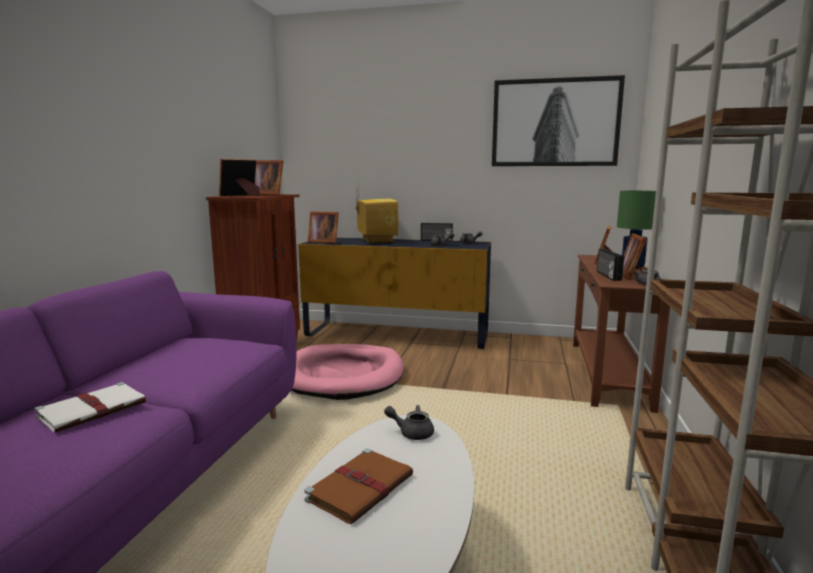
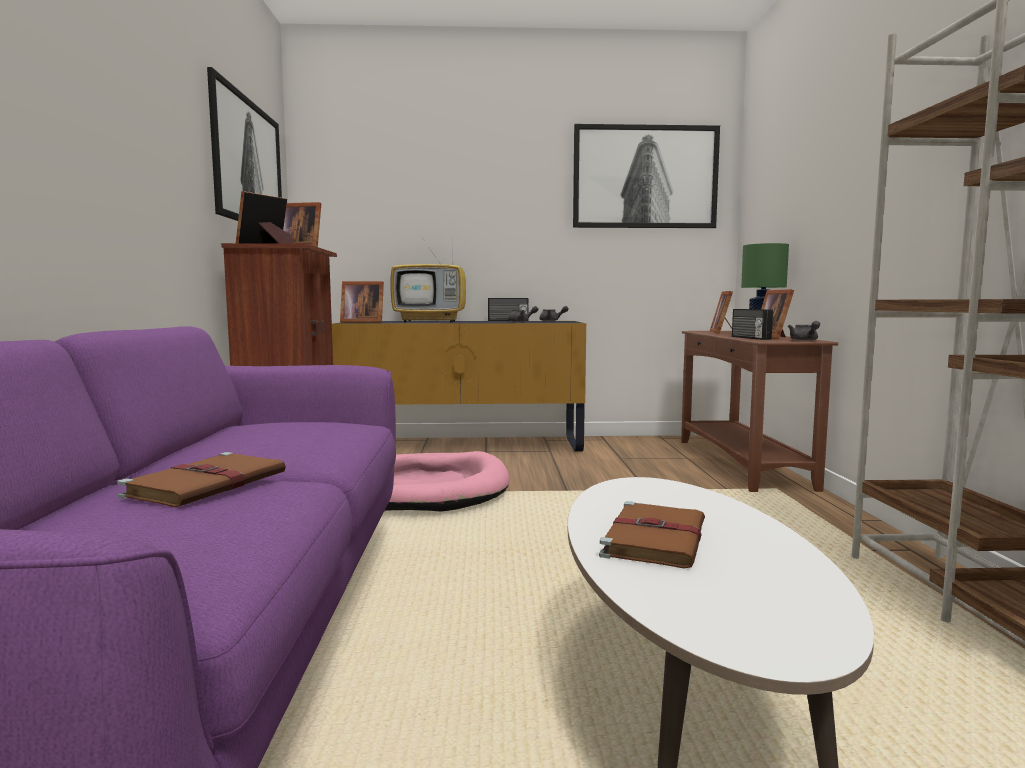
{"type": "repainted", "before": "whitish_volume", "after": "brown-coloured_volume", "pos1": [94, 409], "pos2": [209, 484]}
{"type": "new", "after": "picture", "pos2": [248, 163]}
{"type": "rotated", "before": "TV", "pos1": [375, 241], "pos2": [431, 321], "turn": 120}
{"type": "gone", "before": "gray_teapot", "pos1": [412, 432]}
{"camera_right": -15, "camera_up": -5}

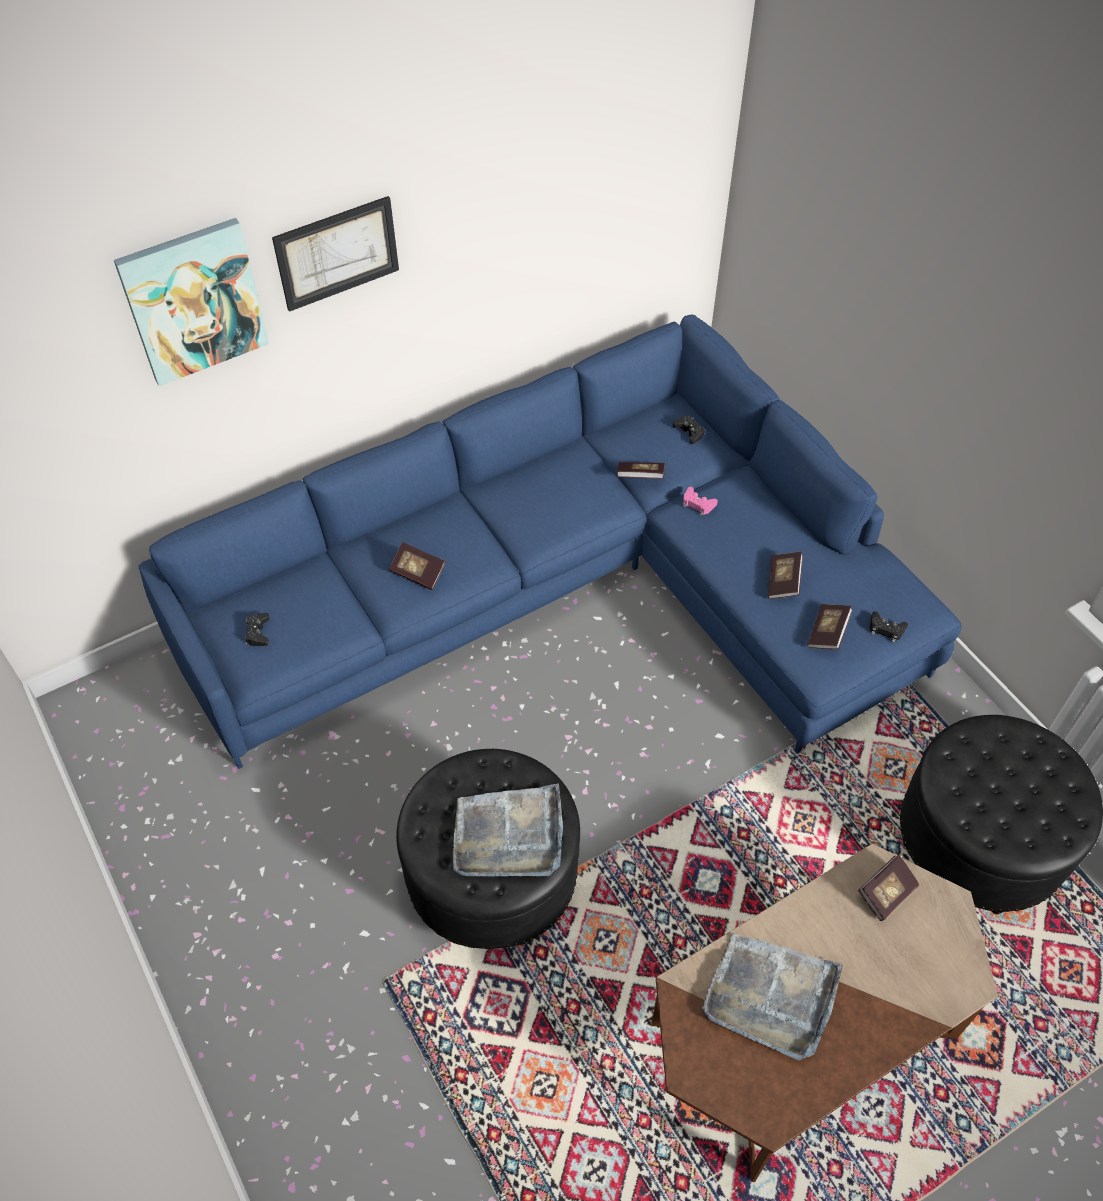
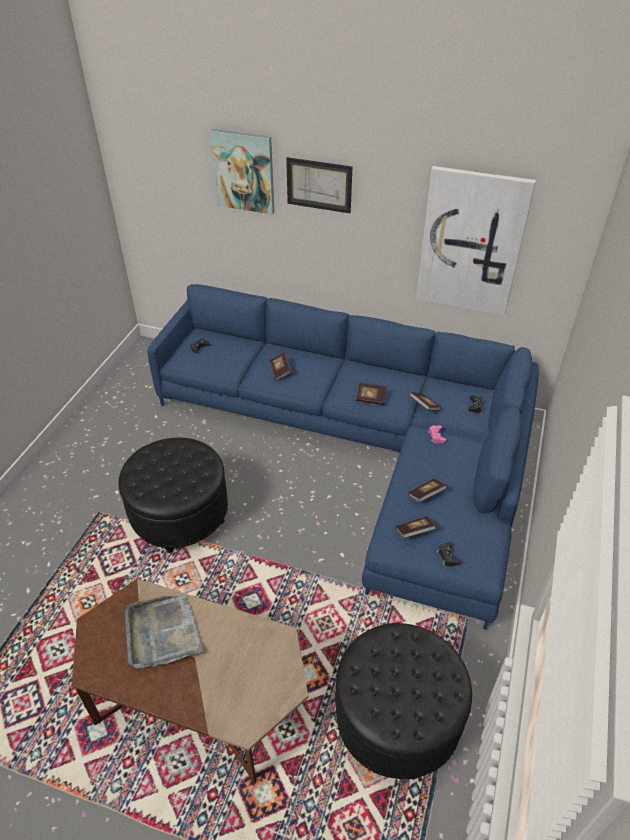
{"type": "shifted", "before": "volume", "pos1": [886, 893], "pos2": [370, 398]}
{"type": "new", "after": "picture", "pos2": [471, 242]}
{"type": "gone", "before": "gray_carrying_tray", "pos1": [509, 835]}
{"camera_right": 50, "camera_up": -10}

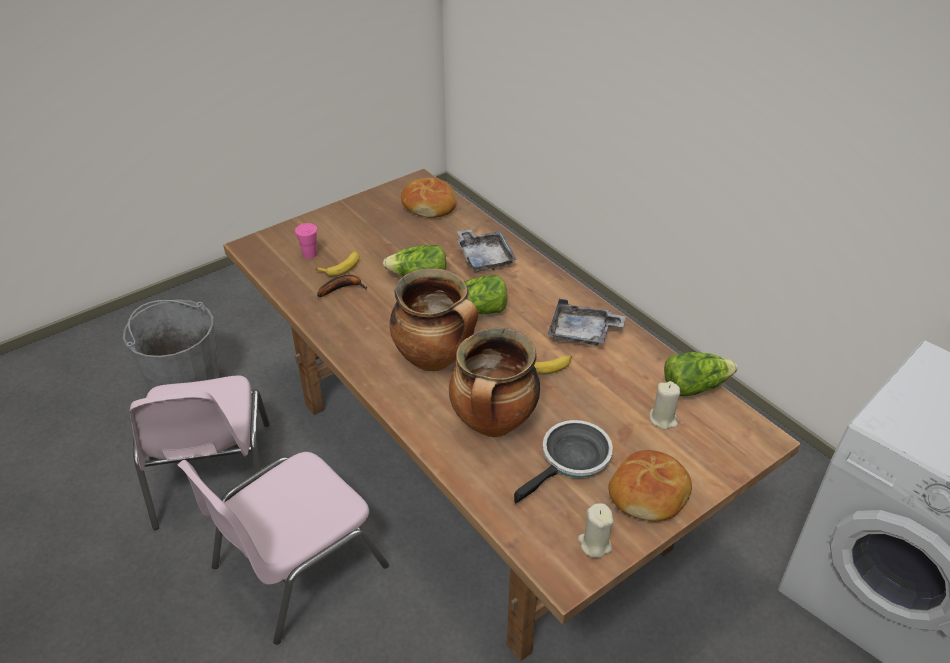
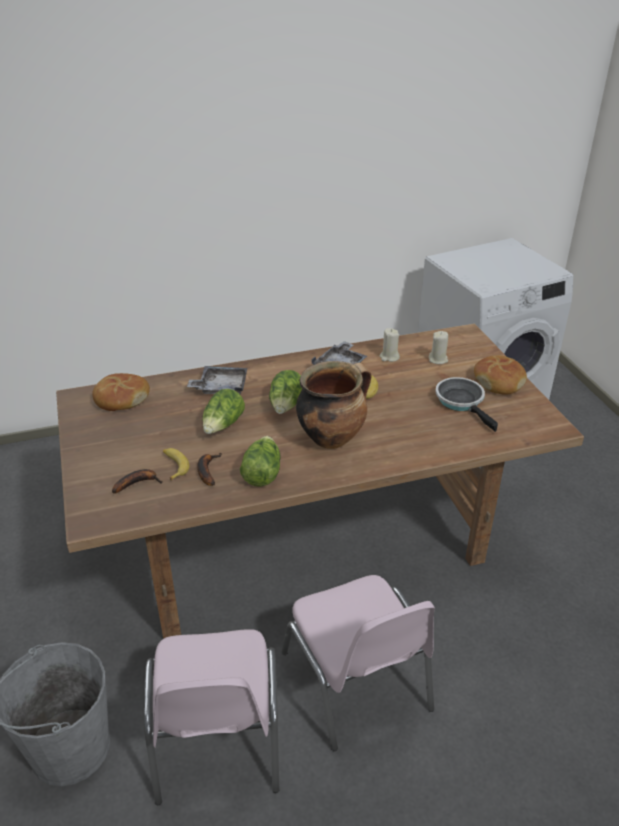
{"type": "swapped", "before": "pink_drinking_cup", "after": "whole_banana", "pos1": [309, 254], "pos2": [138, 483]}
{"type": "rotated", "before": "pink_chair", "pos1": [211, 476], "pos2": [216, 738], "turn": 75}
{"type": "shifted", "before": "lettuce", "pos1": [694, 386], "pos2": [261, 472]}
{"type": "shifted", "before": "beige-coloured_wax_candle", "pos1": [594, 544], "pos2": [389, 357]}
{"type": "gone", "before": "stockpot", "pos1": [494, 424]}
{"camera_right": -70, "camera_up": -5}

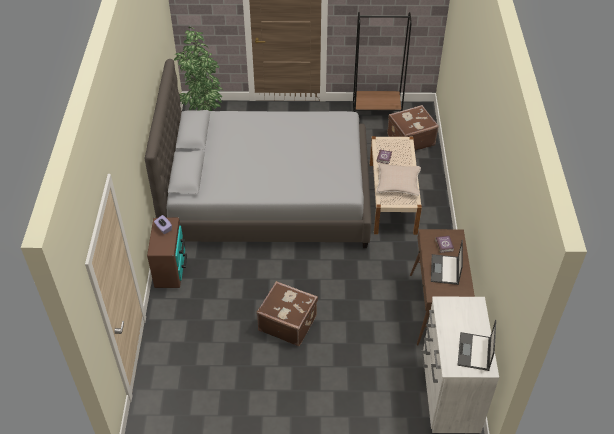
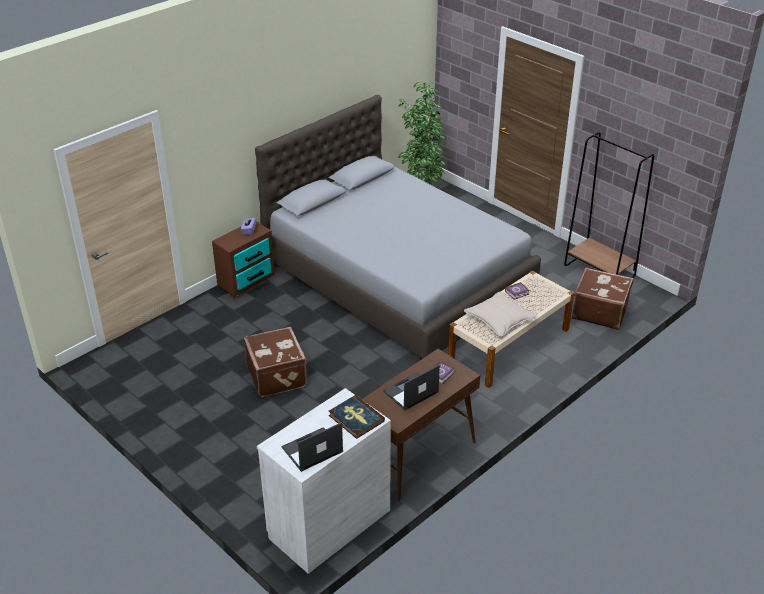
{"type": "new", "after": "volume", "pos2": [356, 418]}
{"camera_right": 45, "camera_up": -10}

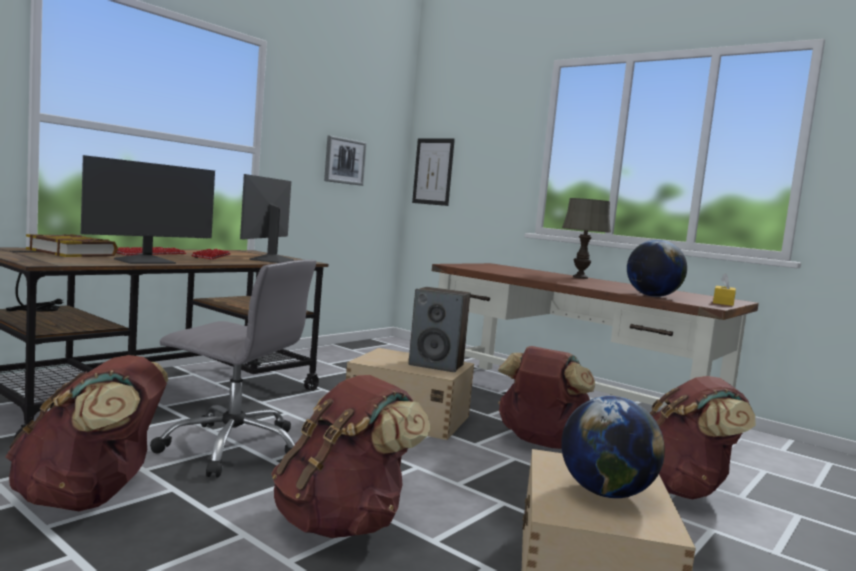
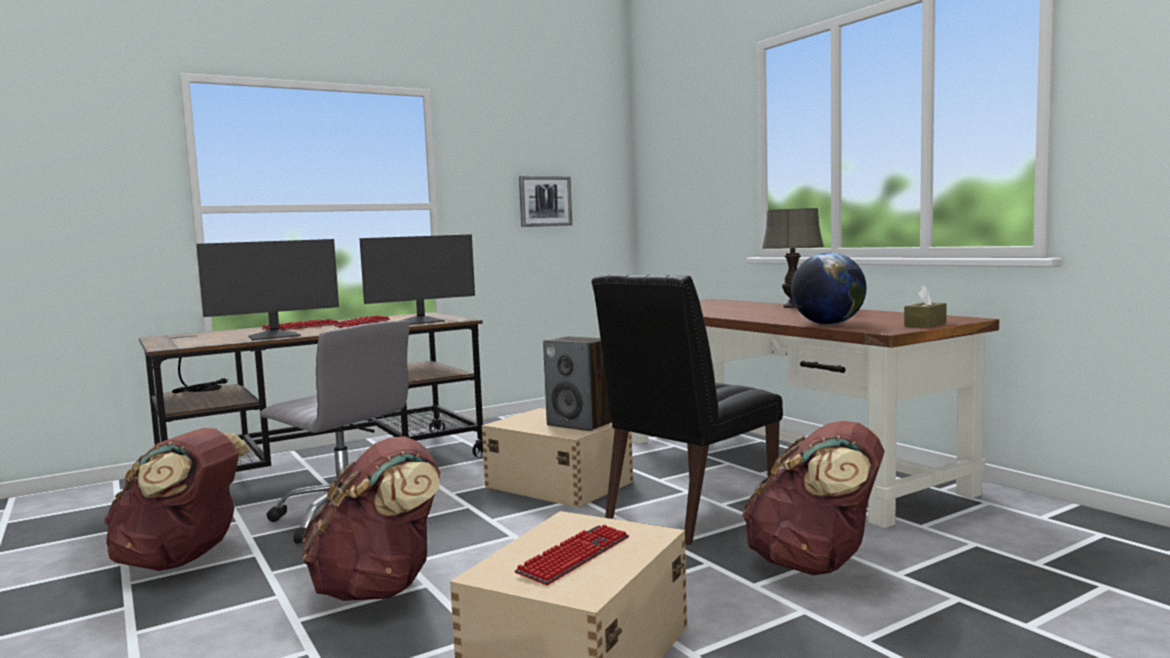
{"type": "rotated", "before": "computer_display", "pos1": [270, 260], "pos2": [420, 322], "turn": -150}
{"type": "swapped", "before": "globe", "after": "PC_keyboard", "pos1": [605, 493], "pos2": [575, 556]}
{"type": "swapped", "before": "brown-coloured_rucksack", "after": "black-coloured_chair", "pos1": [543, 444], "pos2": [691, 511]}
{"type": "repainted", "before": "yellow-coloured_tissue_box", "after": "brown-coloured_tissue_box", "pos1": [723, 303], "pos2": [925, 324]}
{"type": "gone", "before": "volume", "pos1": [72, 252]}
{"type": "gone", "before": "picture", "pos1": [433, 171]}
{"camera_right": 20, "camera_up": 0}

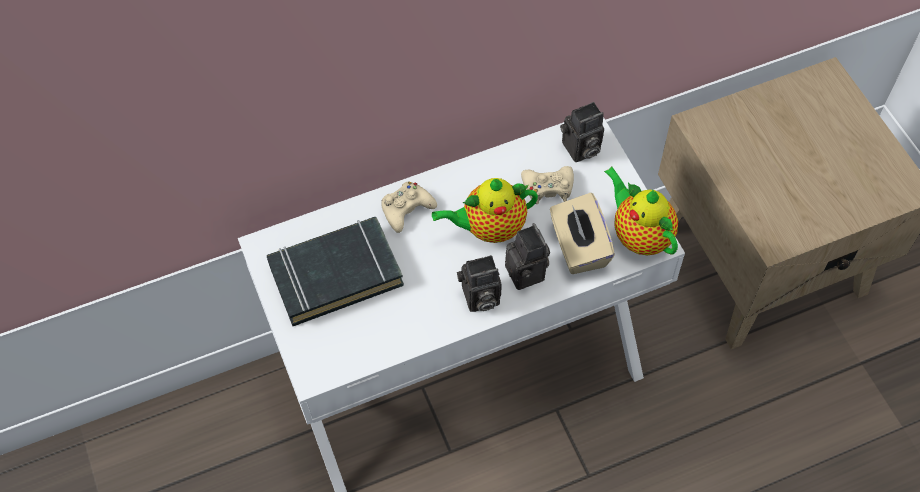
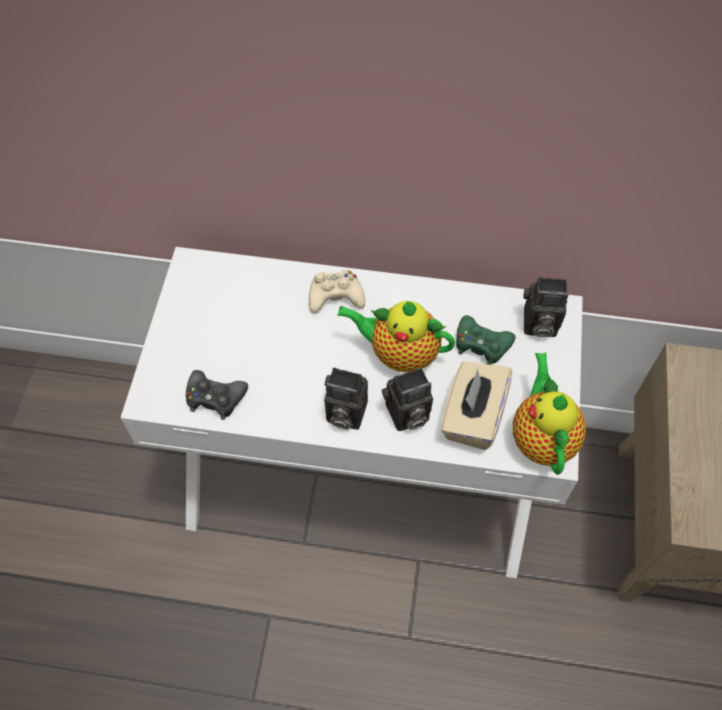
{"type": "new", "after": "black-coloured_gamepad", "pos2": [215, 398]}
{"type": "rotated", "before": "still_camera", "pos1": [528, 274], "pos2": [406, 415], "turn": 60}
{"type": "repainted", "before": "beige-coloured_gamepad", "after": "green-coloured_gamepad", "pos1": [548, 188], "pos2": [481, 344]}
{"type": "gone", "before": "black-coloured_volume", "pos1": [335, 275]}
{"camera_right": 30, "camera_up": 0}

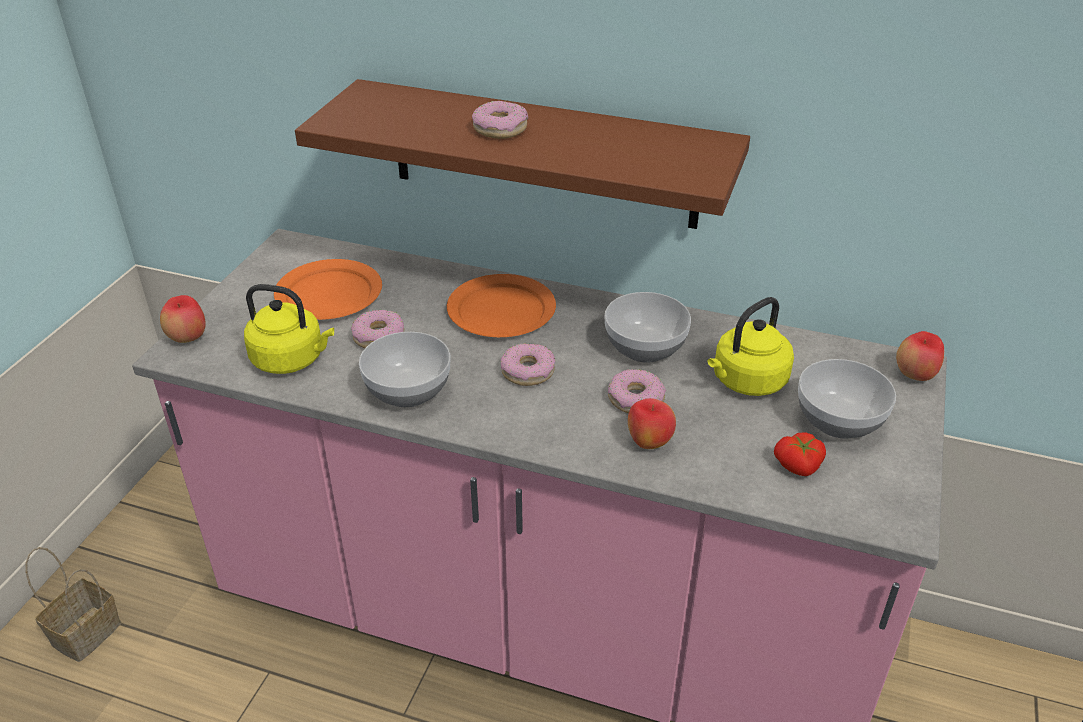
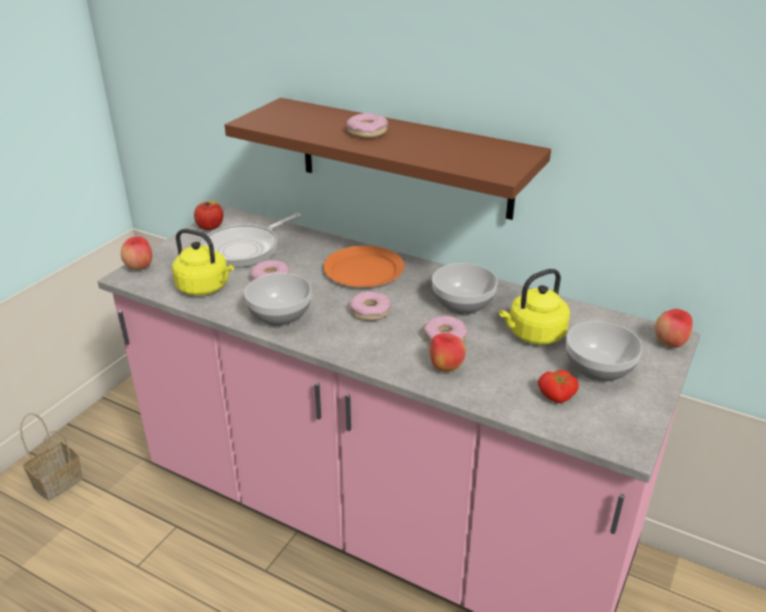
{"type": "new", "after": "apple_fruit", "pos2": [210, 226]}
{"type": "swapped", "before": "orange-coloured_plate", "after": "skillet", "pos1": [330, 294], "pos2": [245, 249]}
{"camera_right": 10, "camera_up": -5}

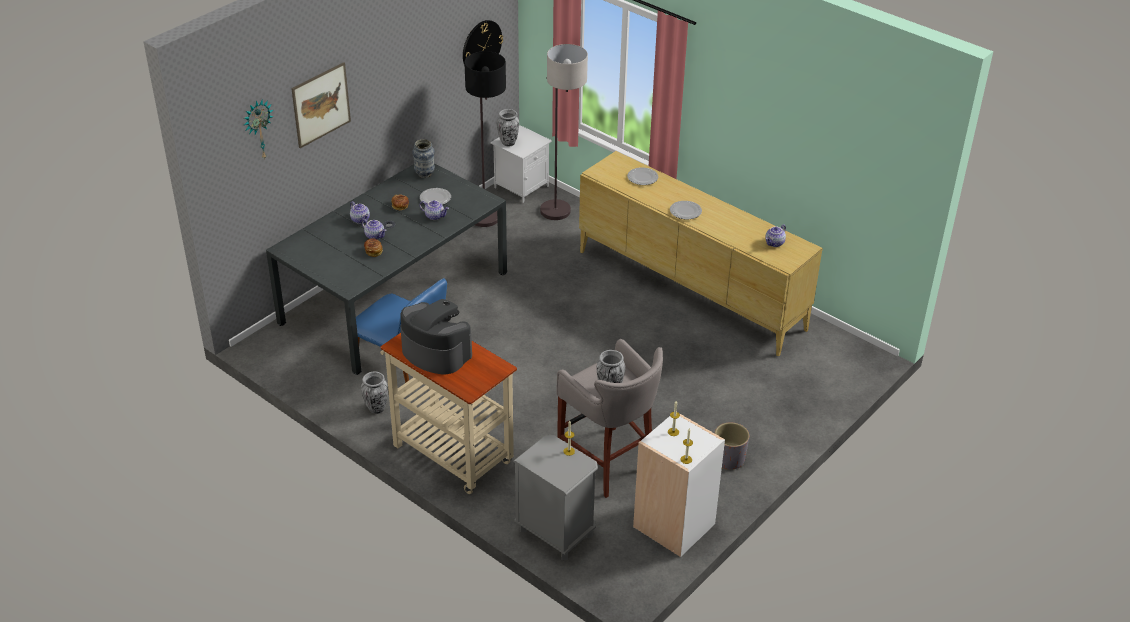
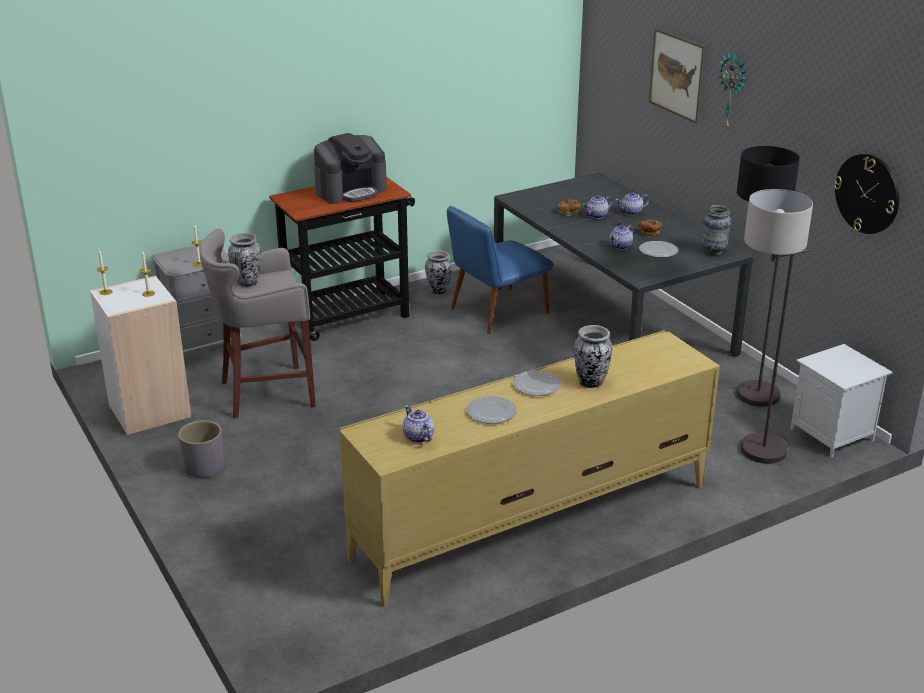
{"type": "repainted", "before": "beige-coloured_wheeled_cart", "after": "black-coloured_wheeled_cart", "pos1": [451, 454], "pos2": [349, 316]}
{"type": "shifted", "before": "plate", "pos1": [642, 178], "pos2": [490, 412]}
{"type": "shifted", "before": "decorative_vase", "pos1": [508, 143], "pos2": [591, 383]}
{"type": "shifted", "before": "clock_on_the_wall", "pos1": [258, 129], "pos2": [732, 90]}
{"camera_right": 110, "camera_up": -10}

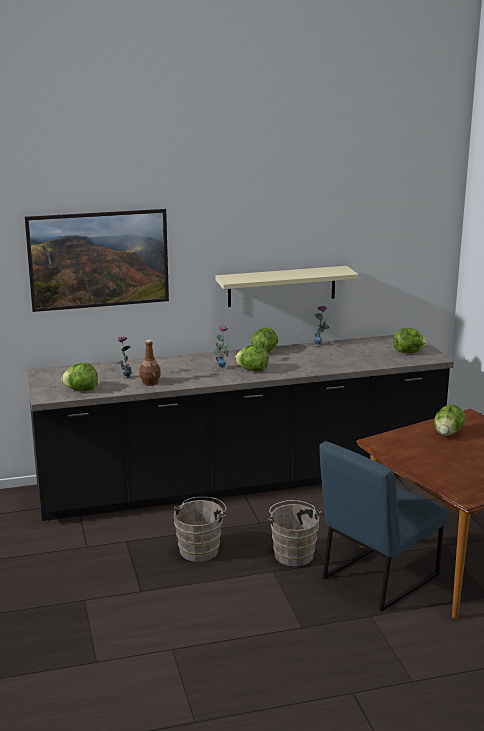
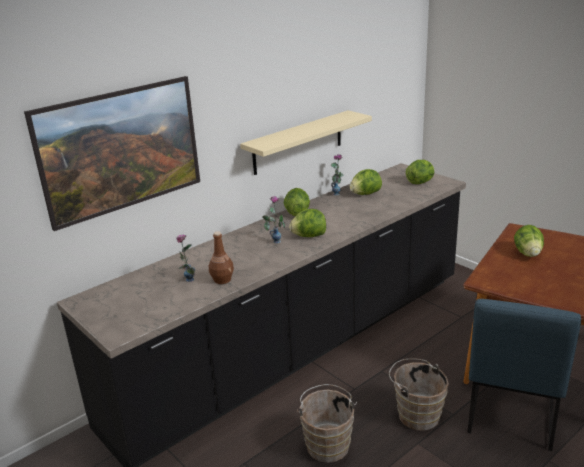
{"type": "shifted", "before": "lettuce", "pos1": [81, 390], "pos2": [365, 194]}
{"camera_right": -25, "camera_up": 5}

